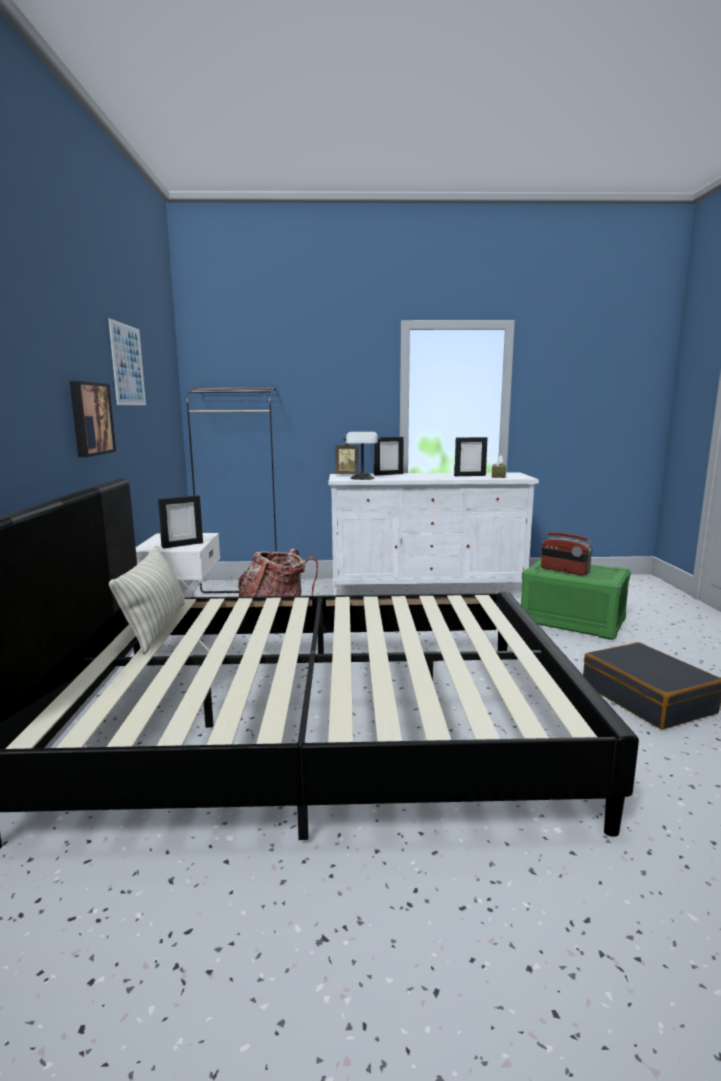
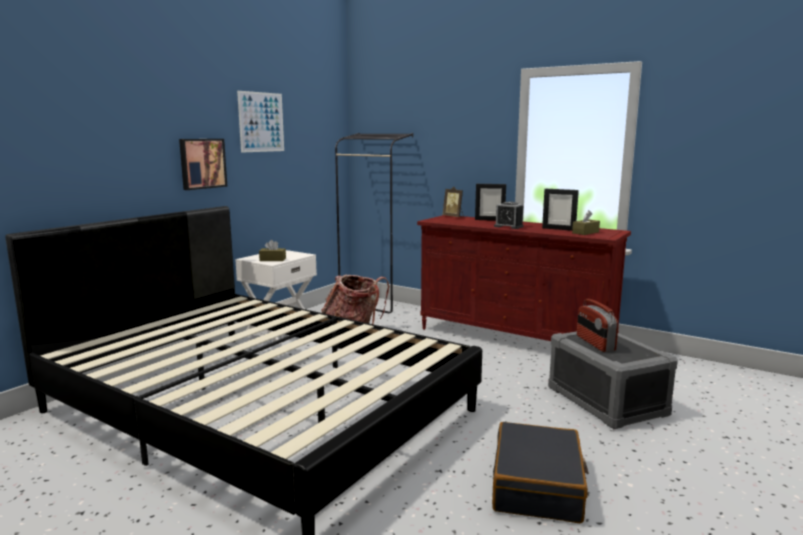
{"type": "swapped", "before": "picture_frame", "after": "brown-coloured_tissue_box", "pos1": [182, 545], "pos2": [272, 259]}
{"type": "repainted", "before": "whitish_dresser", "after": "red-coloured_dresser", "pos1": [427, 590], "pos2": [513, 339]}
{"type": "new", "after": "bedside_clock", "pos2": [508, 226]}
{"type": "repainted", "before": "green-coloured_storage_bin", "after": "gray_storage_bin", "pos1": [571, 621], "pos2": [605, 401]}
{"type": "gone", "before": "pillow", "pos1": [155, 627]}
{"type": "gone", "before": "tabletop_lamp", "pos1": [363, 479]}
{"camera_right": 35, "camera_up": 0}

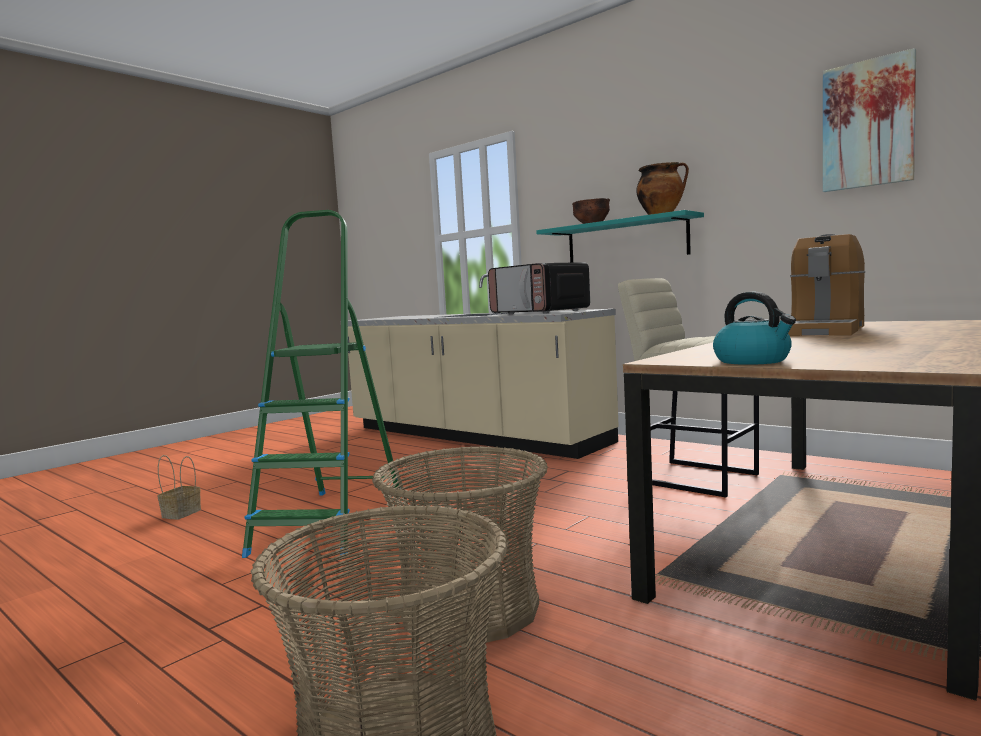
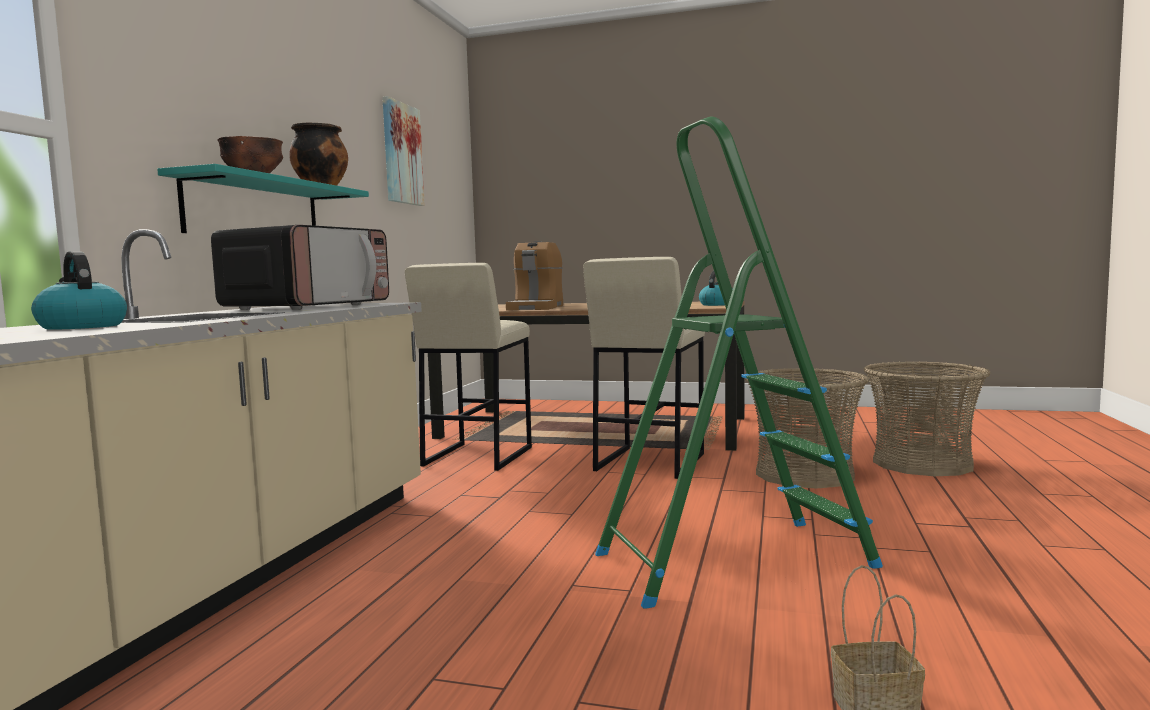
{"type": "new", "after": "kettle", "pos2": [81, 327]}
{"type": "rotated", "before": "coffee_machine", "pos1": [824, 331], "pos2": [536, 308], "turn": 90}
{"type": "new", "after": "beige-coloured_stool_seat", "pos2": [649, 463]}
{"camera_right": -115, "camera_up": 0}

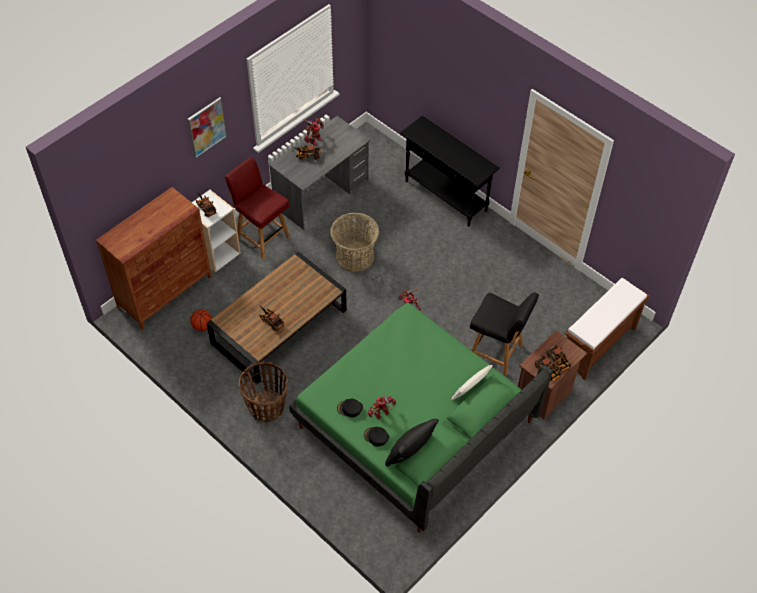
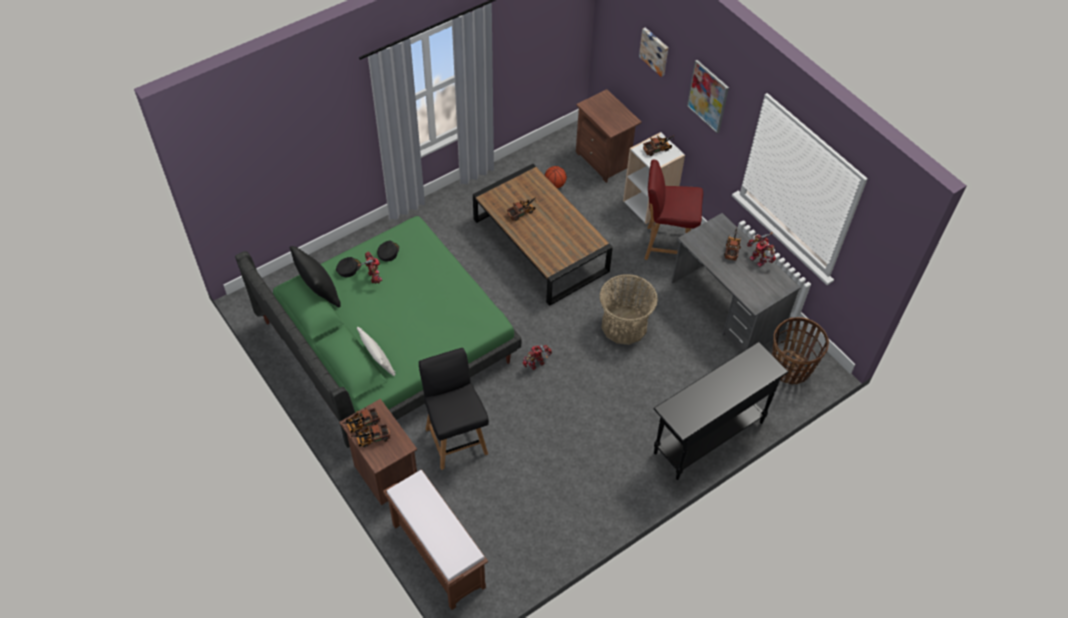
{"type": "rotated", "before": "black-coloured_chair", "pos1": [497, 352], "pos2": [456, 439], "turn": 120}
{"type": "swapped", "before": "brown-coloured_dresser", "after": "brown-coloured_nightstand", "pos1": [165, 292], "pos2": [604, 160]}
{"type": "new", "after": "picture", "pos2": [655, 51]}
{"type": "rotated", "before": "red-coloured_chair", "pos1": [262, 237], "pos2": [666, 245], "turn": -135}
{"type": "shifted", "before": "basket", "pos1": [266, 407], "pos2": [790, 368]}
{"camera_right": 100, "camera_up": 0}

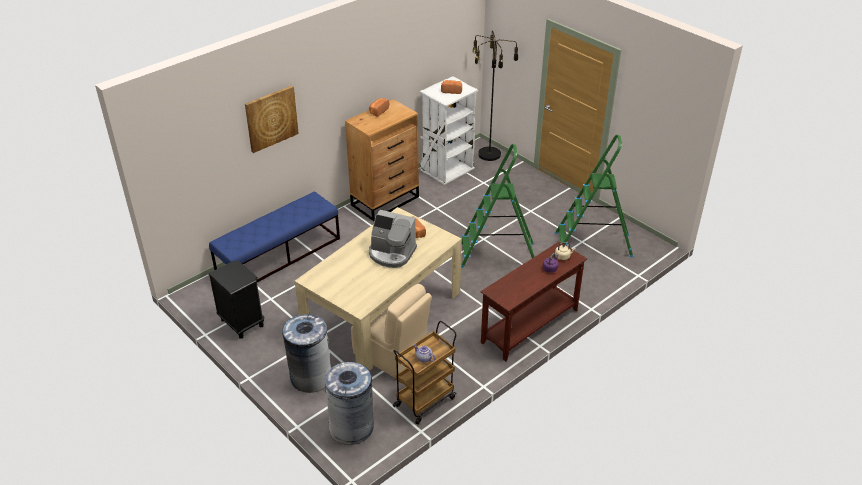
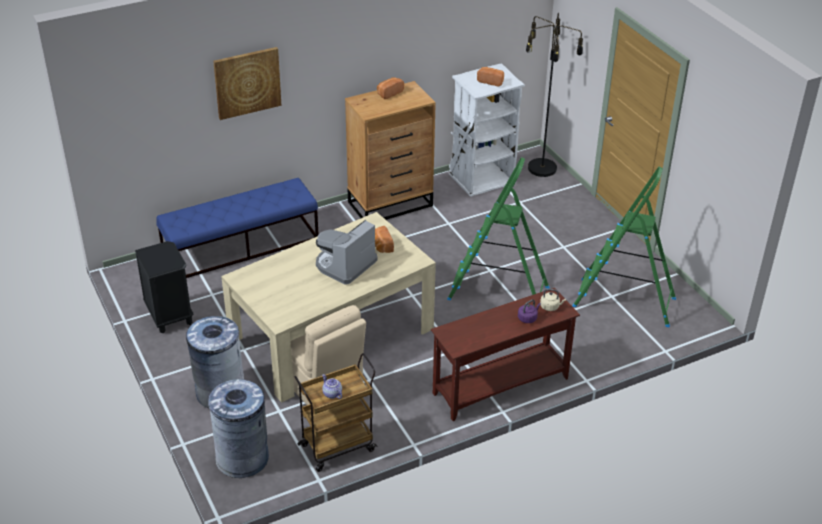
{"type": "rotated", "before": "coffee_machine", "pos1": [391, 253], "pos2": [345, 265], "turn": 90}
{"camera_right": 15, "camera_up": 0}

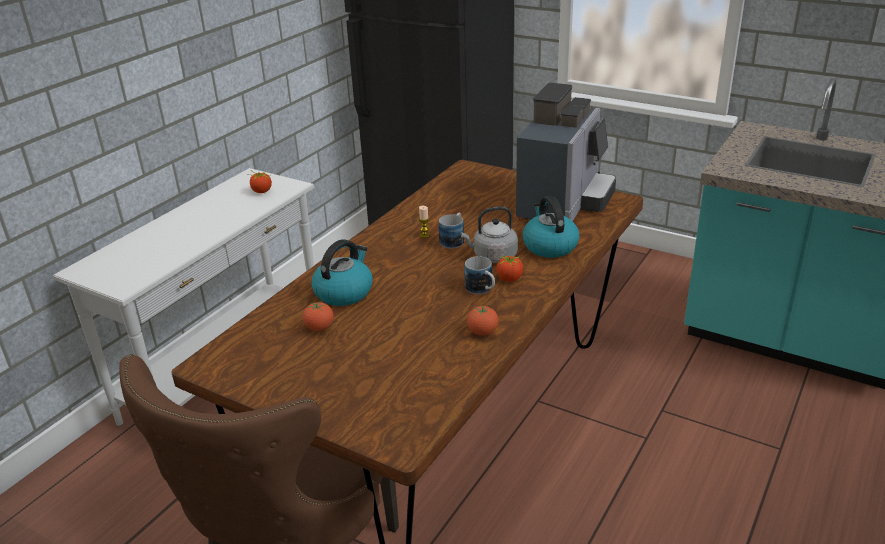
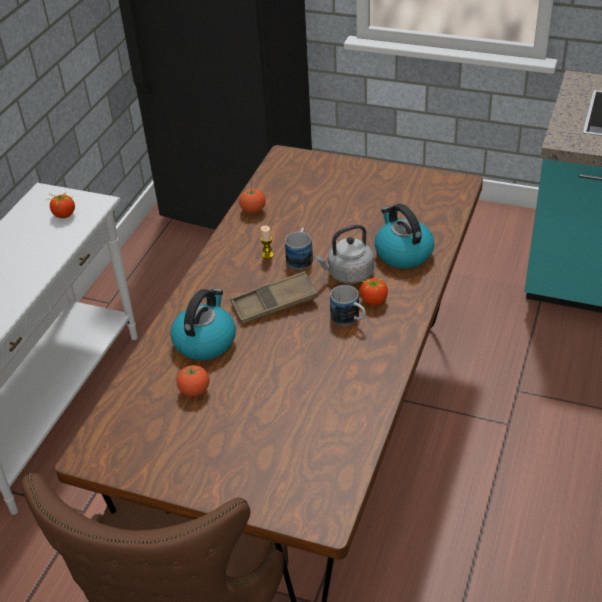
{"type": "new", "after": "brown-coloured_carrying_tray", "pos2": [274, 303]}
{"type": "shifted", "before": "whole_tomato", "pos1": [482, 332], "pos2": [253, 210]}
{"type": "gone", "before": "coffee_machine", "pos1": [564, 203]}
{"camera_right": -10, "camera_up": 10}

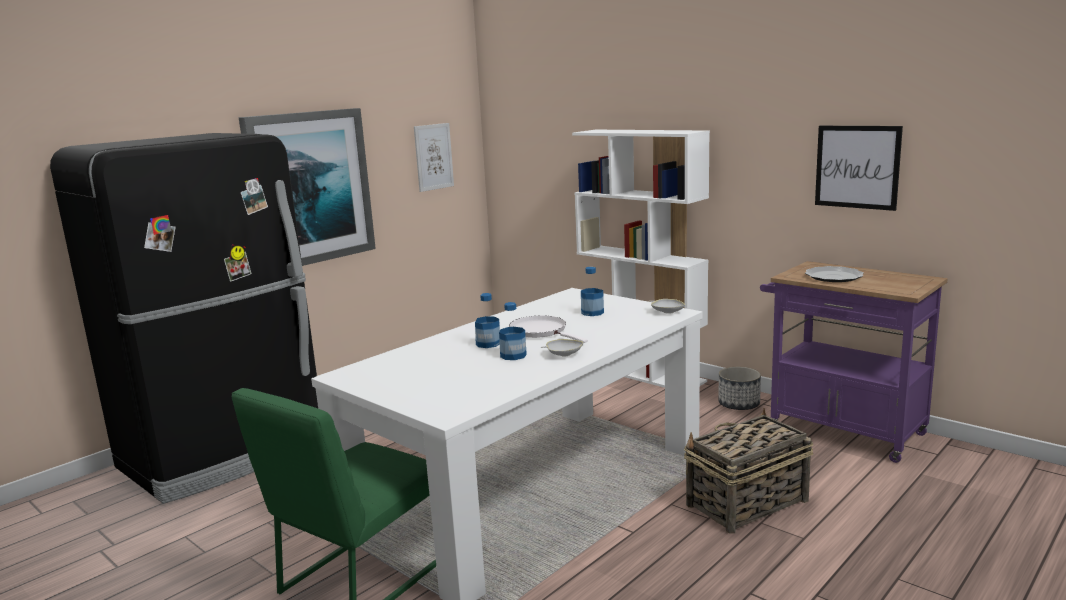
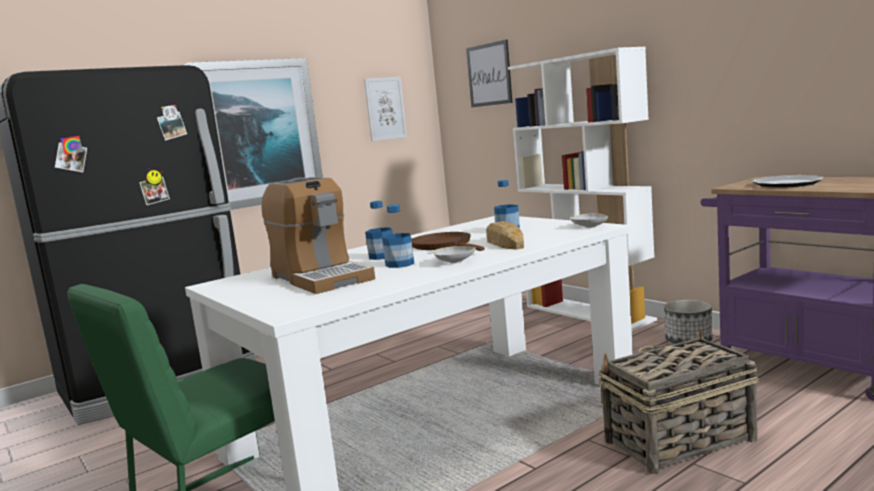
{"type": "new", "after": "coffee_machine", "pos2": [320, 278]}
{"type": "repainted", "before": "whitish_skillet", "after": "brown-coloured_skillet", "pos1": [541, 331], "pos2": [443, 245]}
{"type": "shifted", "before": "picture", "pos1": [857, 167], "pos2": [489, 74]}
{"type": "new", "after": "bakery_bread", "pos2": [505, 243]}
{"camera_right": 10, "camera_up": -5}

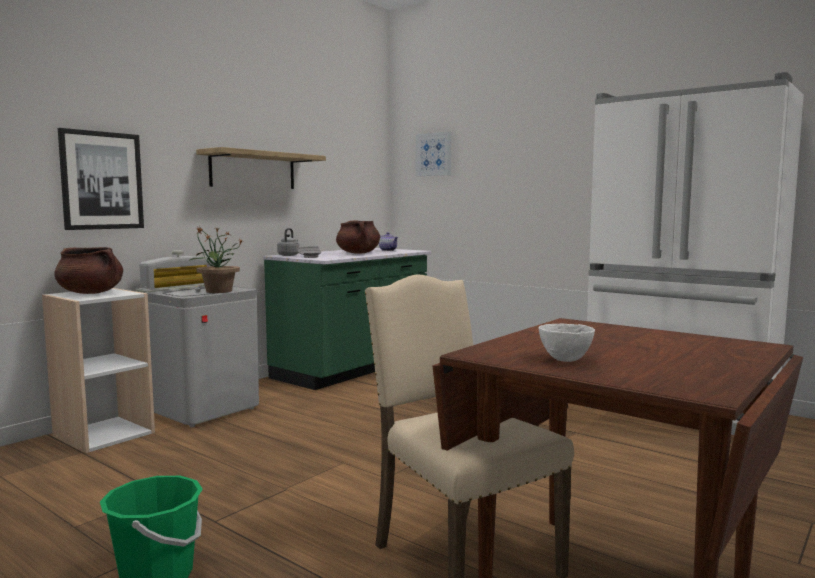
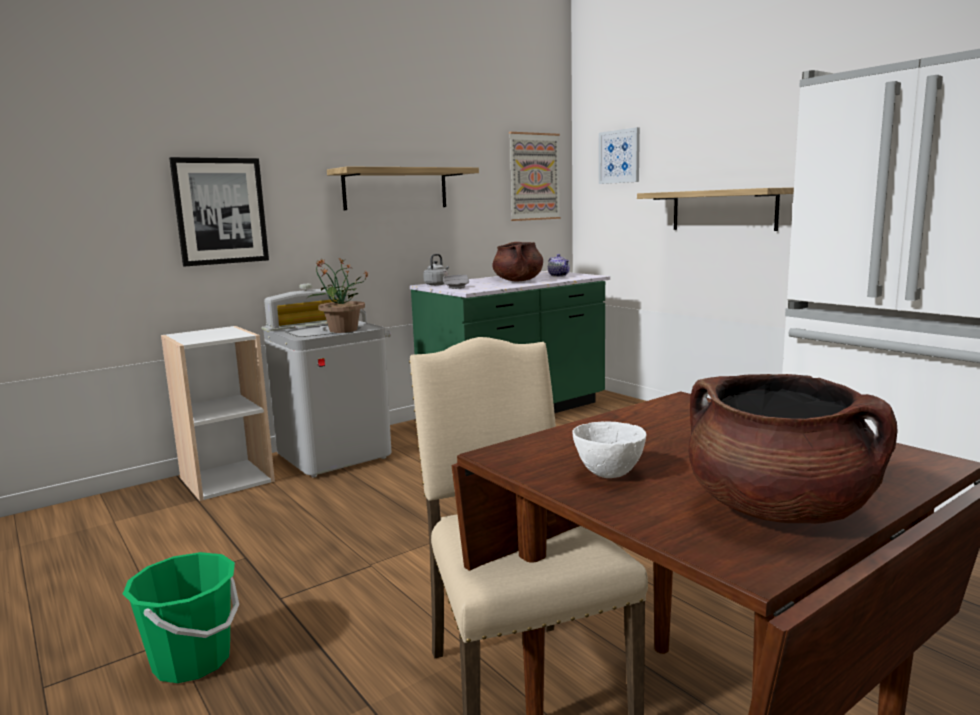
{"type": "new", "after": "picture", "pos2": [534, 177]}
{"type": "new", "after": "shelf", "pos2": [723, 210]}
{"type": "shifted", "before": "brown-coloured_stockpot", "pos1": [91, 293], "pos2": [779, 510]}
{"camera_right": 15, "camera_up": 5}

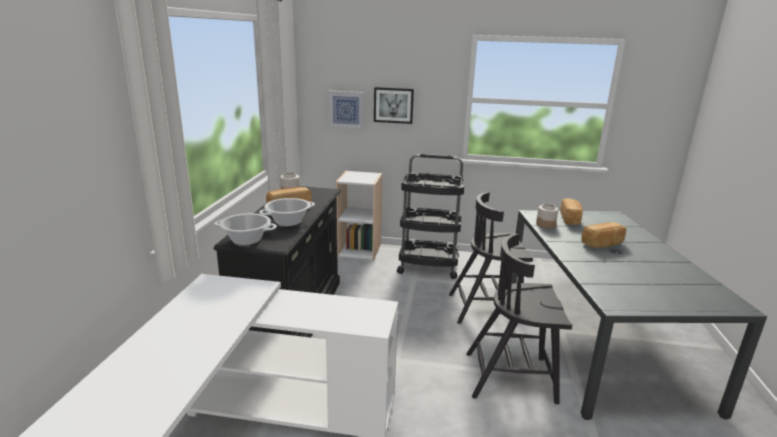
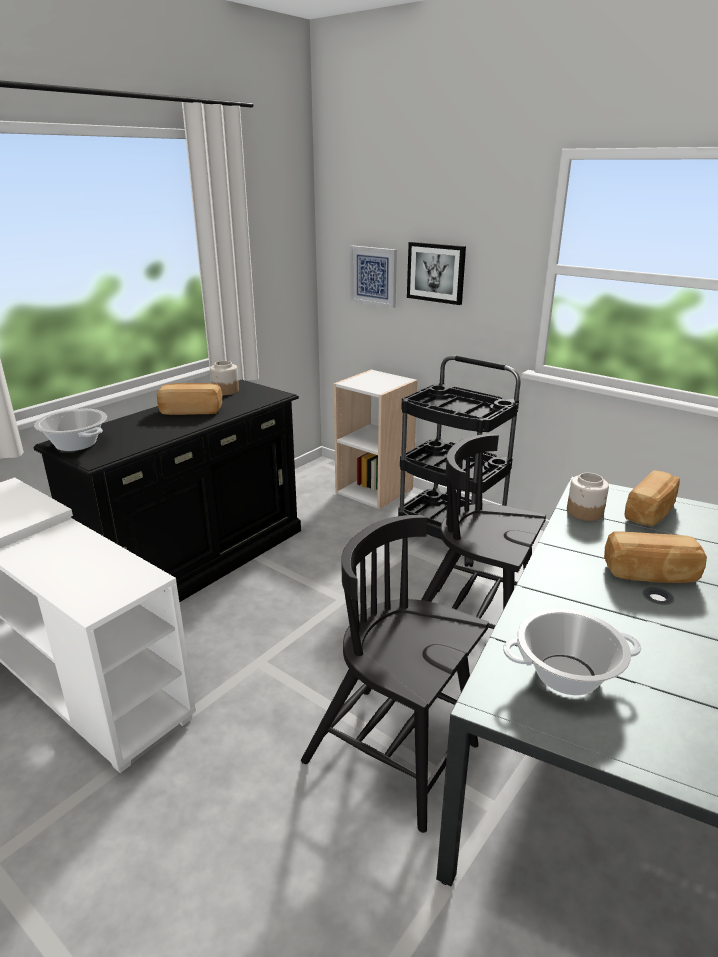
{"type": "shifted", "before": "stockpot", "pos1": [288, 222], "pos2": [566, 674]}
{"camera_right": 30, "camera_up": 5}

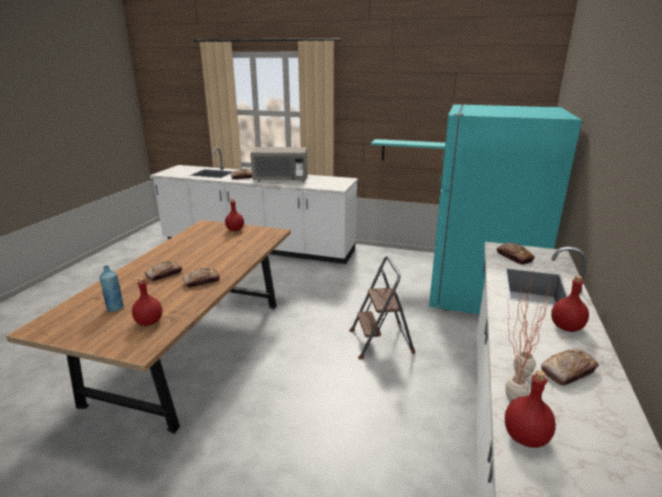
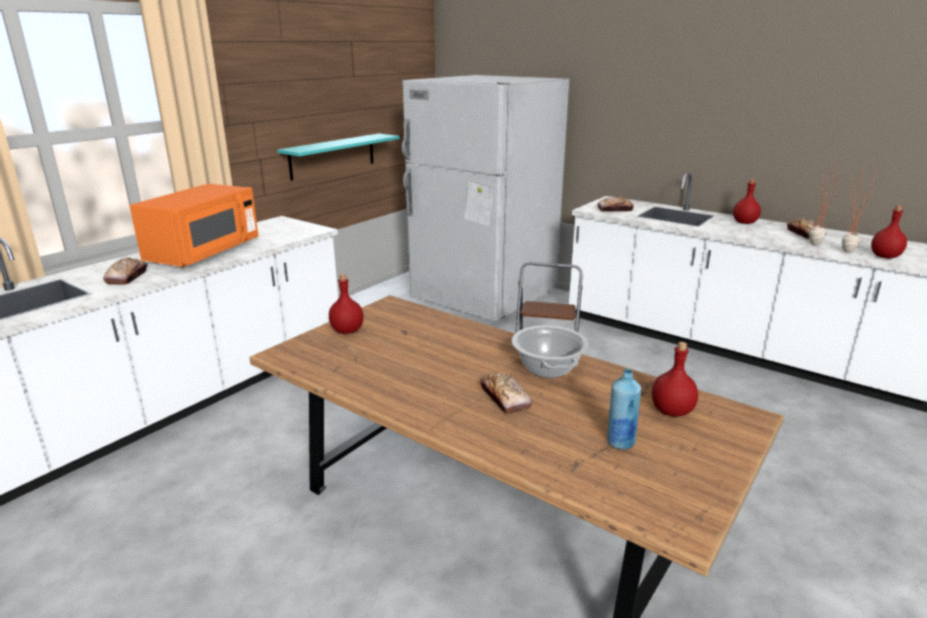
{"type": "repainted", "before": "gray_kitchen_microwave", "after": "orange-coloured_kitchen_microwave", "pos1": [281, 179], "pos2": [204, 253]}
{"type": "repainted", "before": "blue-green_kitchen_fridge", "after": "whitish_kitchen_fridge", "pos1": [481, 294], "pos2": [484, 294]}
{"type": "swapped", "before": "bakery_bread", "after": "stockpot", "pos1": [201, 281], "pos2": [548, 368]}
{"camera_right": -70, "camera_up": 0}

